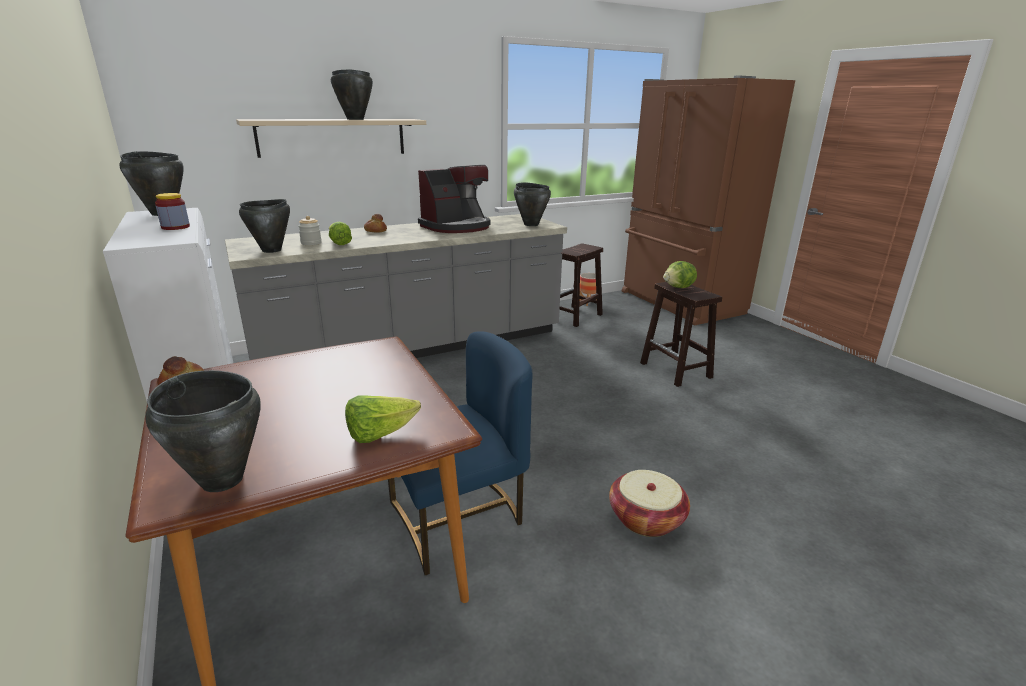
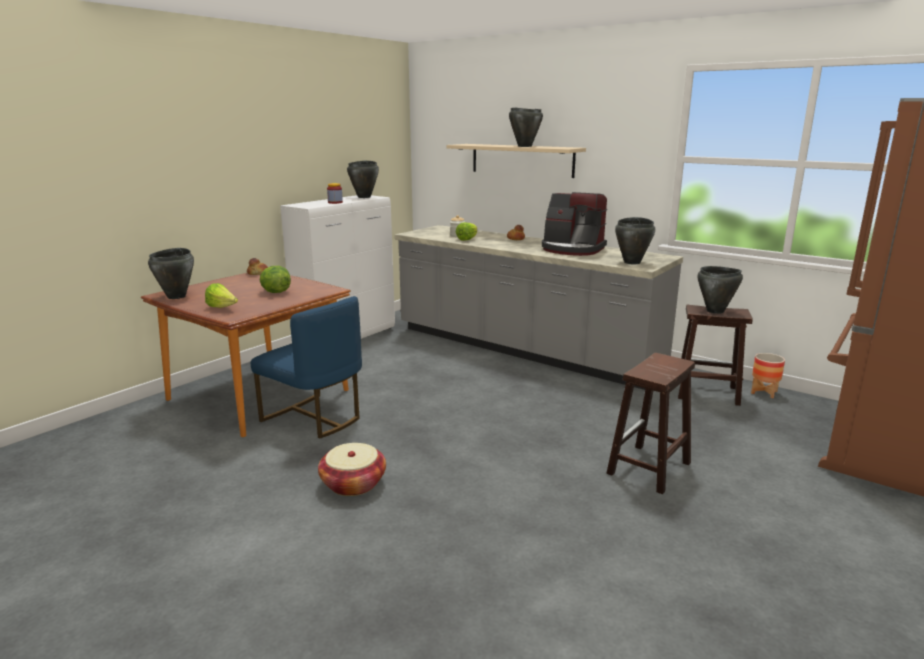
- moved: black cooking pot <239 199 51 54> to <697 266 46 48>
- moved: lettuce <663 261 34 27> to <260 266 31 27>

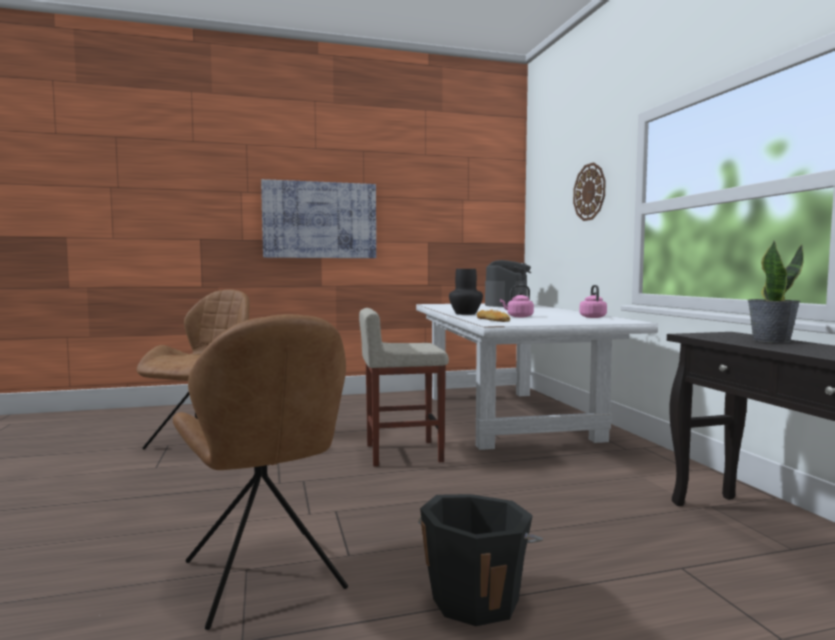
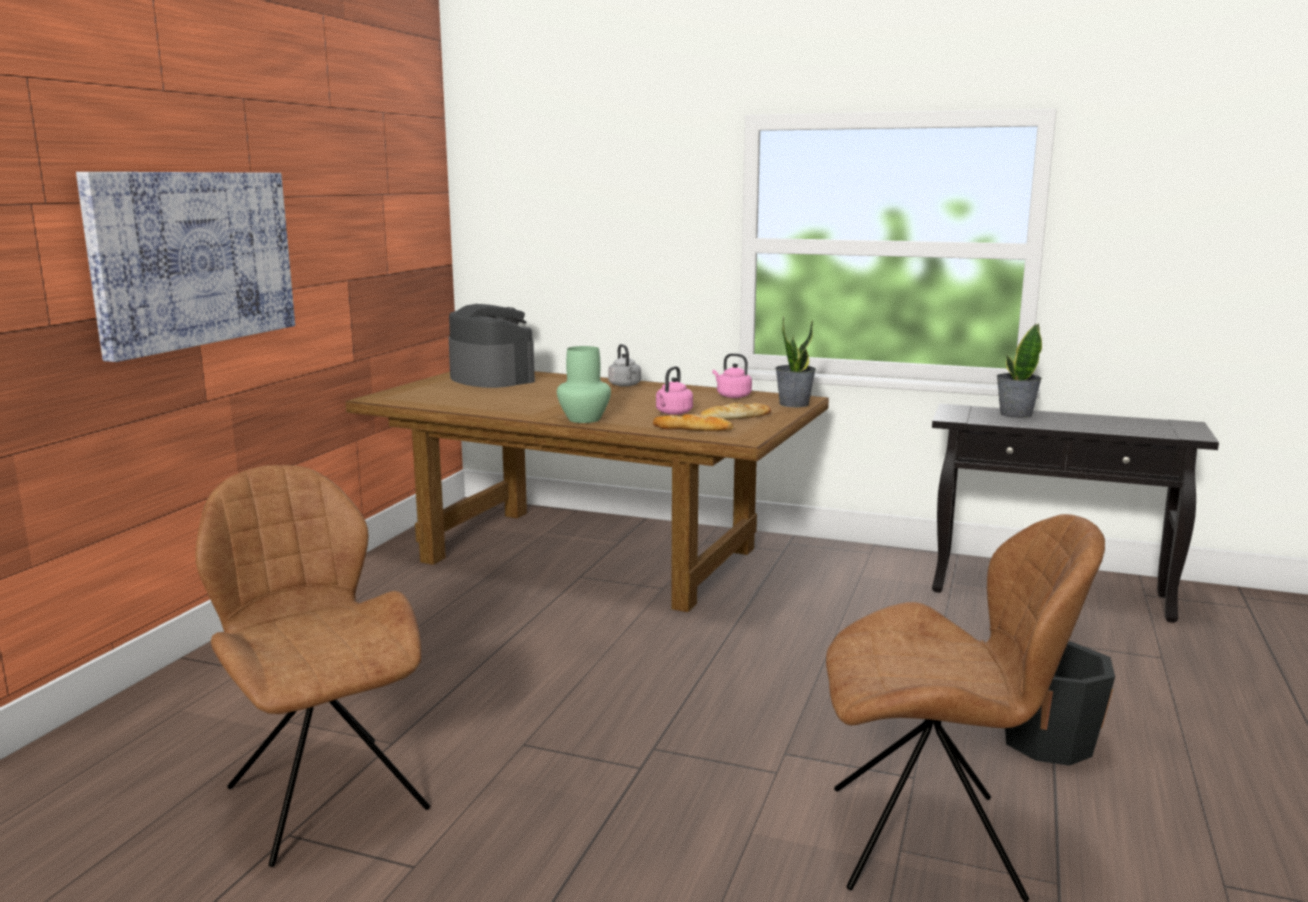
- removed: wall clock <573 162 33 59>
- recoloured: black vase <449 269 34 46> to green vase <557 346 54 77>
- recoloured: white dining table <416 303 242 147> to brown dining table <346 371 483 241>
- removed: beige stool <359 308 90 159>
- added: potted plant <775 316 41 91>
- added: grey kettle <608 344 33 43>
- added: bread <700 403 71 17>

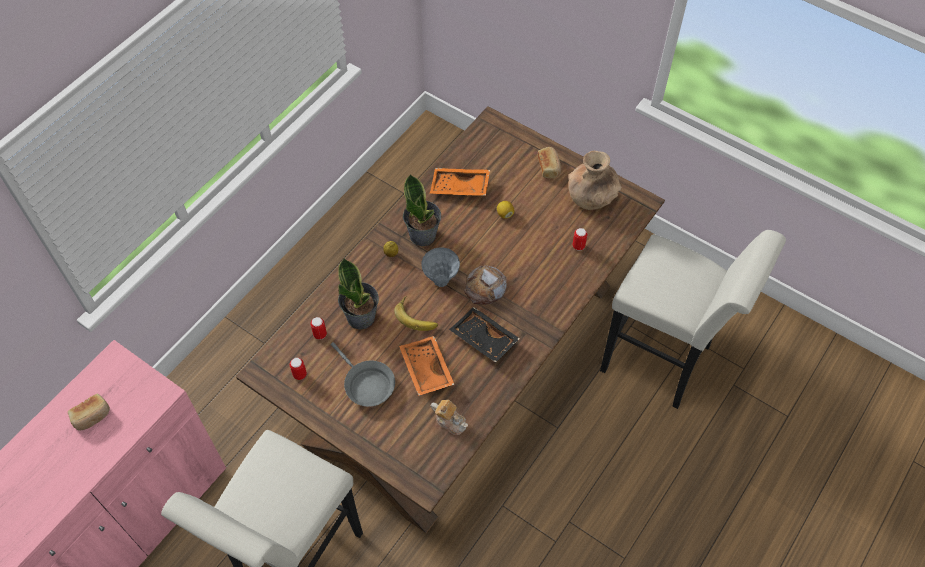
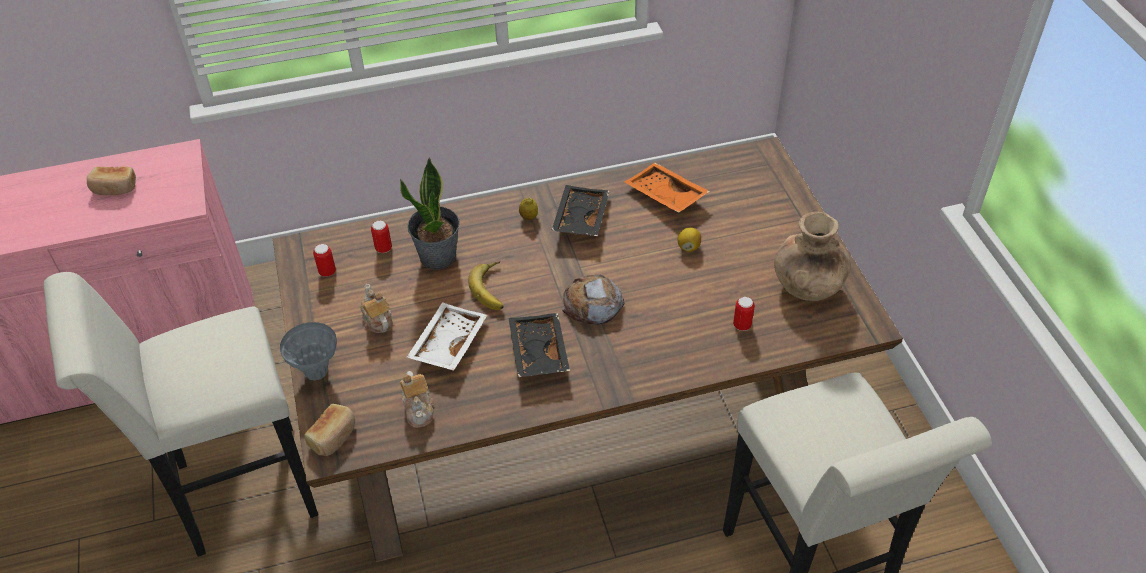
- moved: bread <538 147 23 32> to <304 404 51 52>
- replaced: potted plant <403 174 38 72> to black tray <551 185 58 51>
- moved: grey vase <421 247 39 40> to <280 322 57 59>
- recoloured: orange tray <399 336 56 60> to white tray <407 302 80 69>
- replaced: grey frying pan <331 342 64 65> to teapot <361 284 32 49>

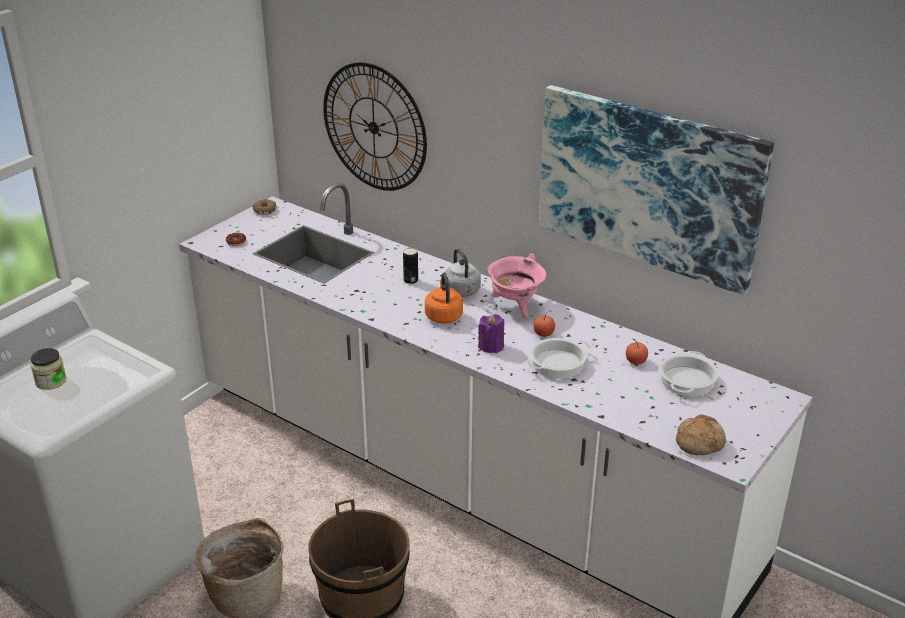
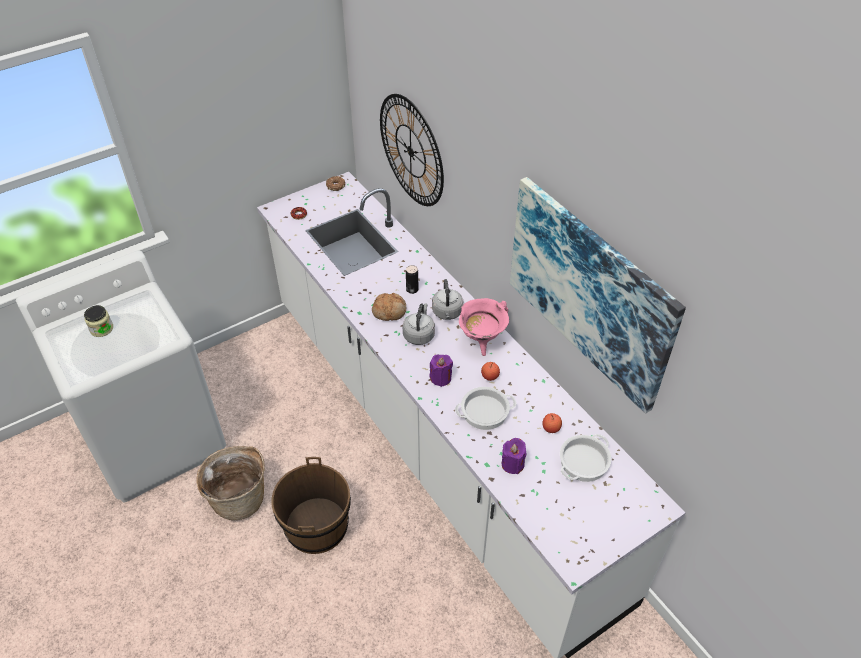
- recoloured: orange kettle <425 273 38 50> to grey kettle <403 303 32 42>
- moved: bread <676 414 50 41> to <372 293 34 28>
- added: purple candle <502 438 25 36>

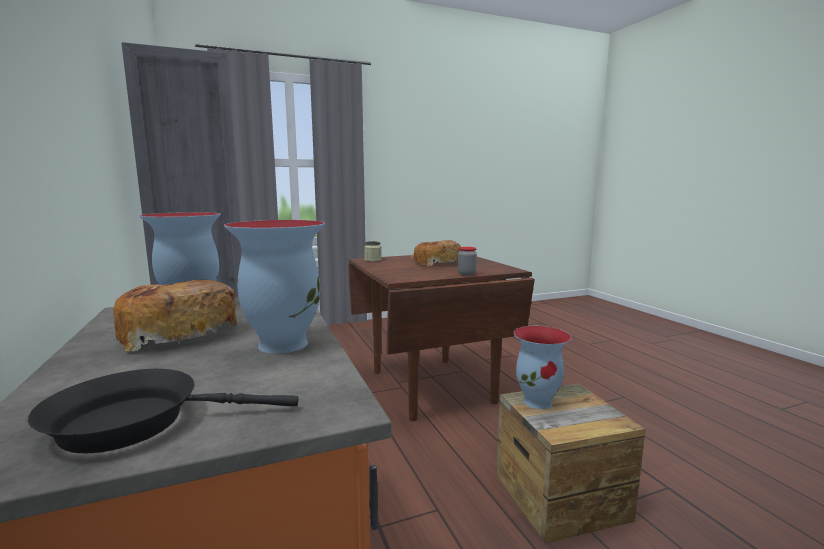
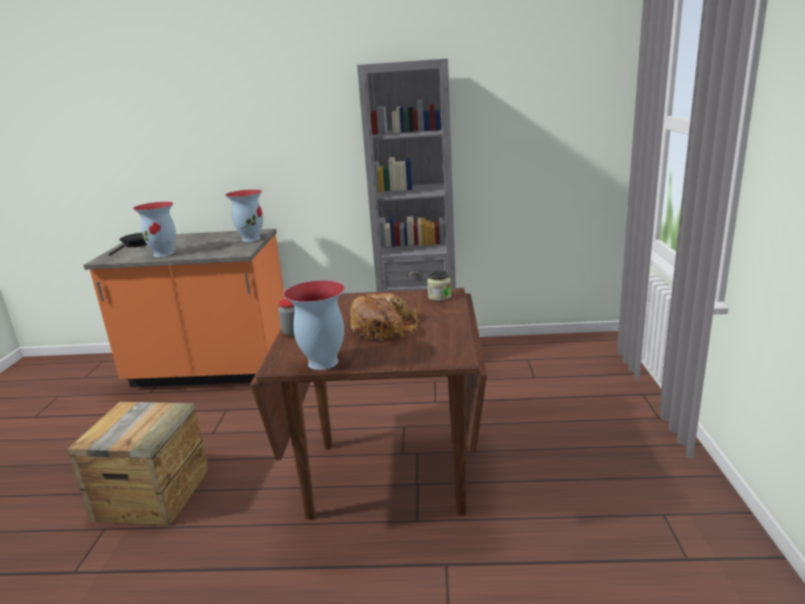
- removed: bread <113 280 124 72>
- moved: vase <513 326 58 83> to <283 280 62 90>

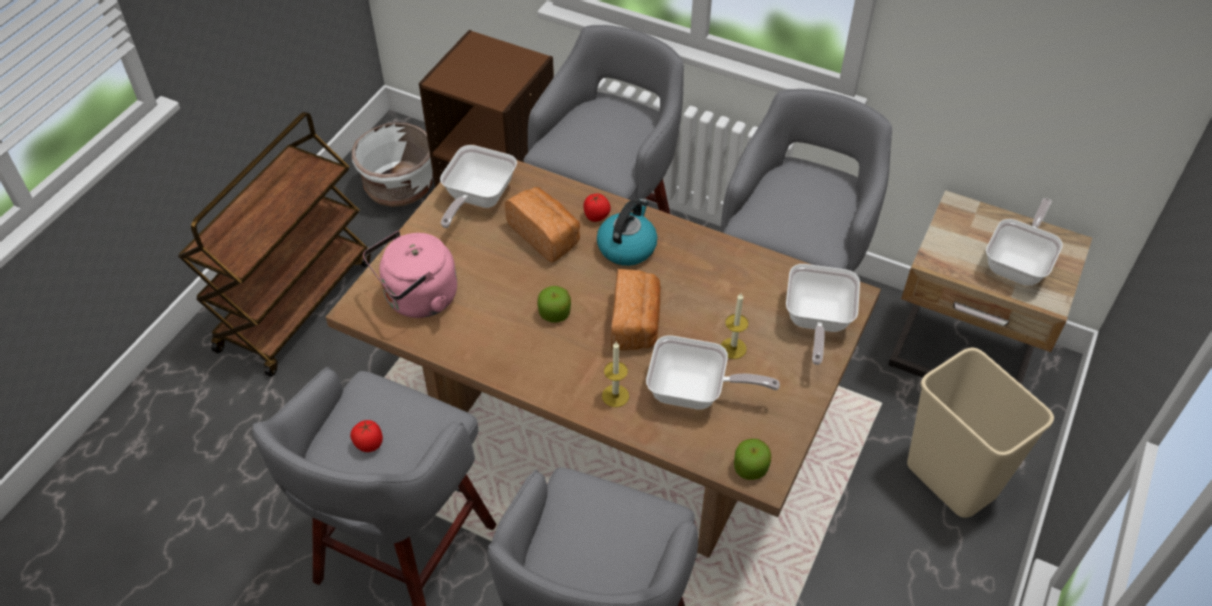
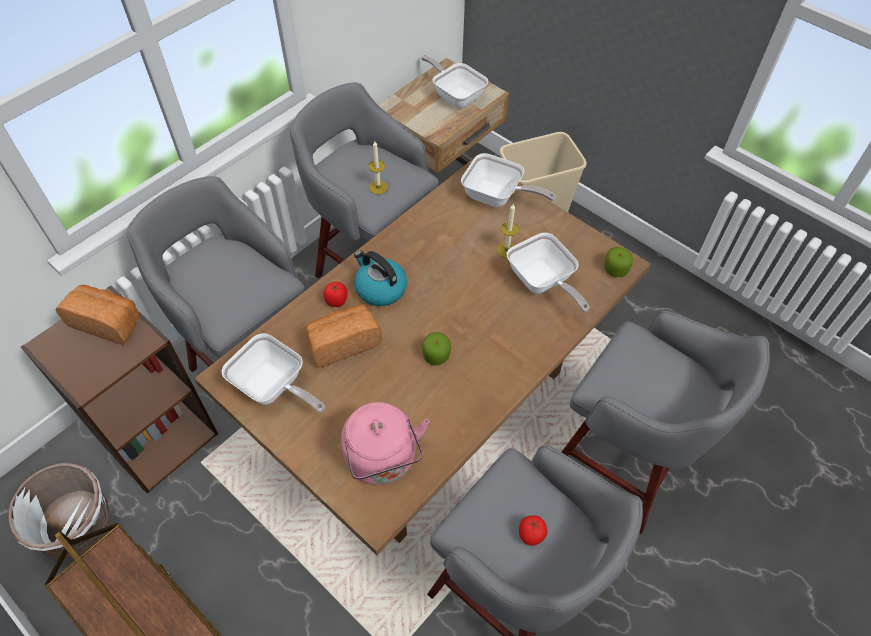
- moved: bread <611 269 50 81> to <55 285 84 60>
- turned: frying pan <646 335 134 75> = <507 233 83 79> 120 degrees clockwise
- moved: candle <602 342 27 65> to <368 141 20 53>

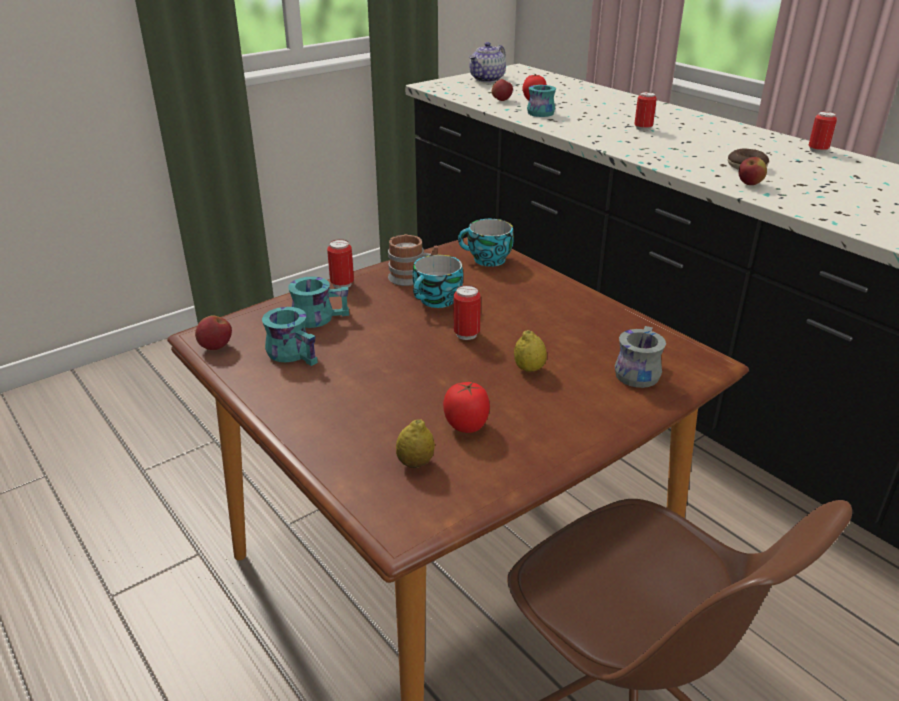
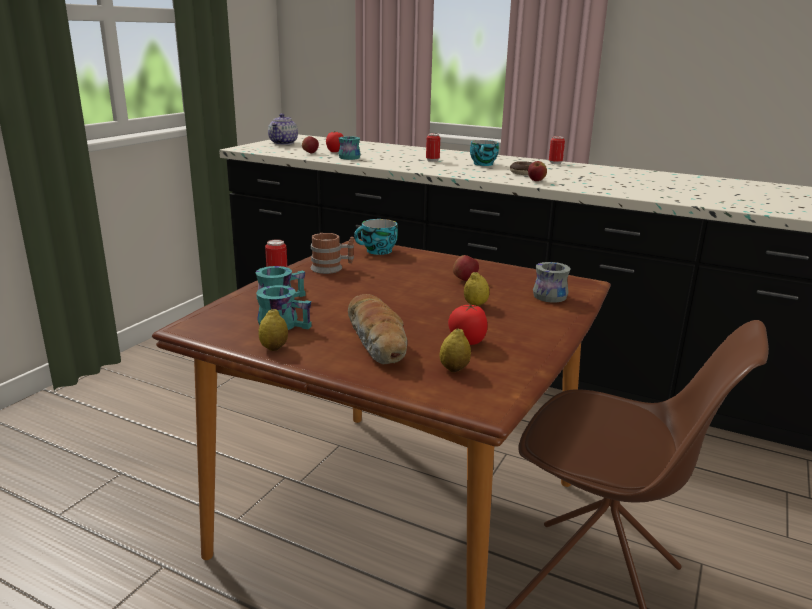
- moved: cup <412 255 51 53> to <470 140 29 26>
- removed: can <453 285 28 55>
- moved: apple <195 315 37 35> to <453 255 26 26>
- added: bread <348 294 59 70>
- added: lemon <258 309 30 42>

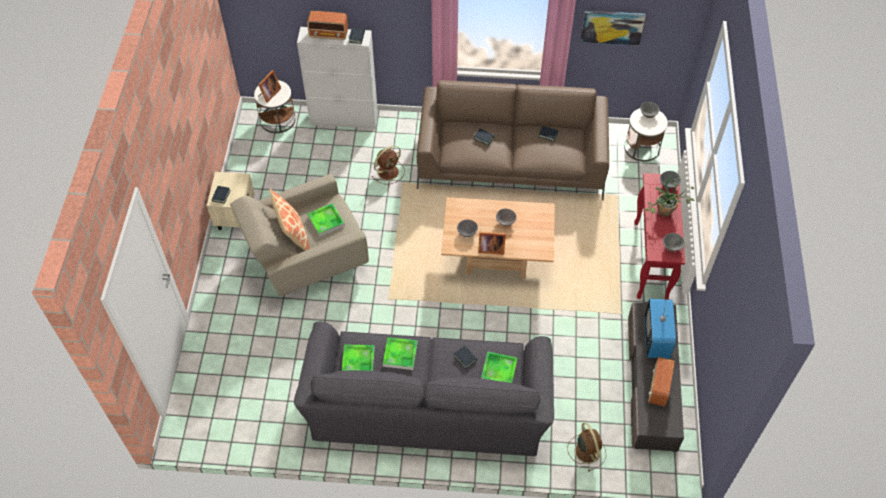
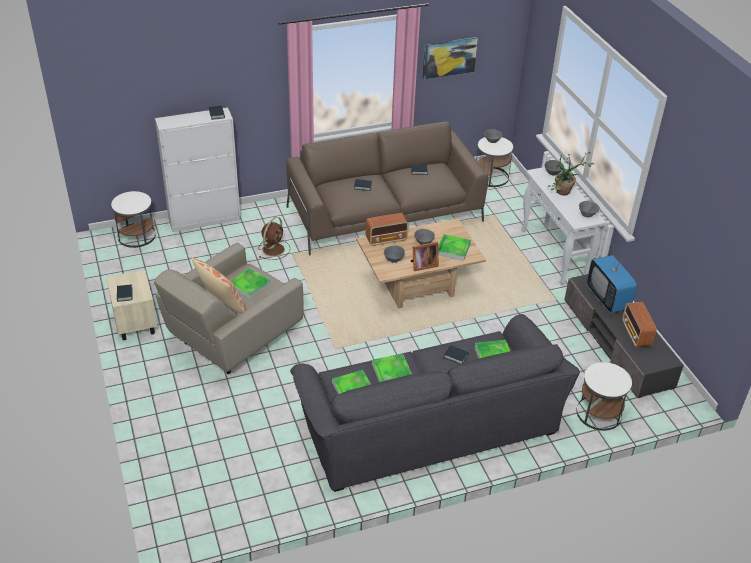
- moved: radio <307 11 41 29> to <366 213 42 33>
- removed: picture frame <258 70 23 33>
- recoloured: red console table <634 173 51 127> to white console table <521 167 85 117>
- replaced: brown fan <567 422 39 49> to white side table <576 362 56 69>
- added: tray <438 234 33 27>

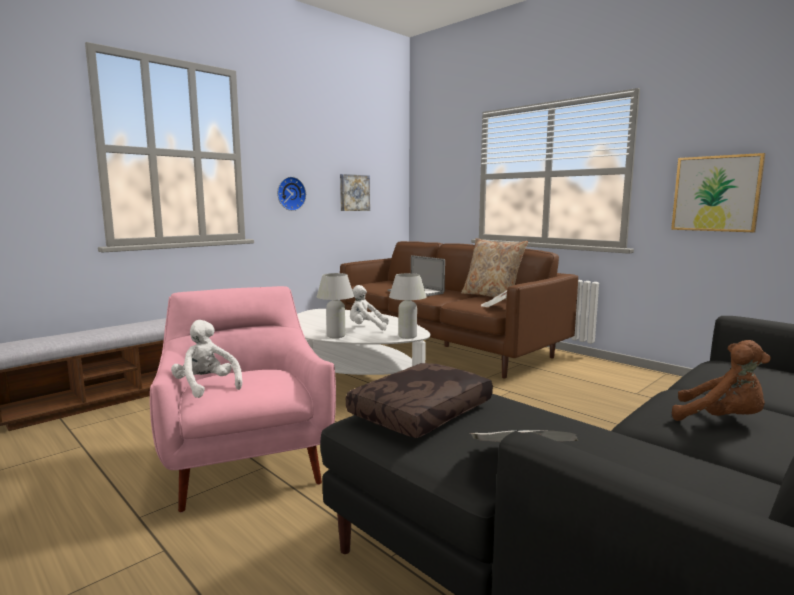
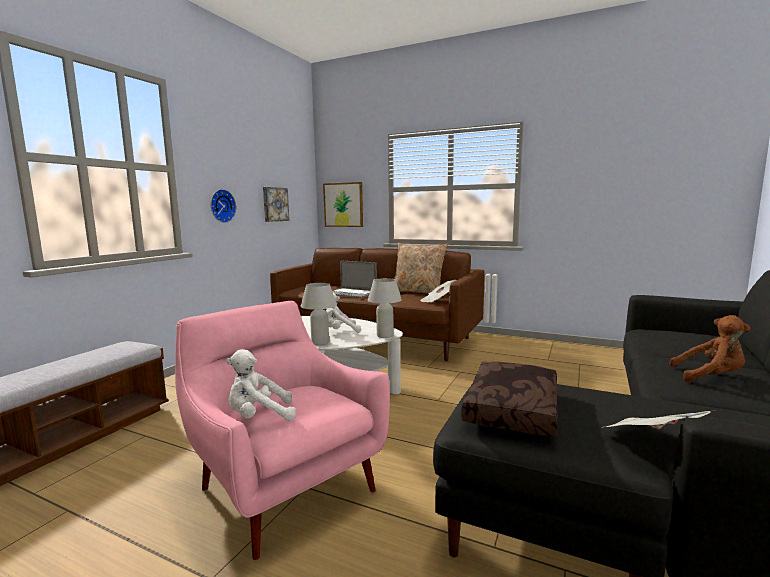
- moved: picture <671 153 95 79> to <323 182 40 45>
- turned: white plush toy <171 320 71 78> = <226 349 70 72> 45 degrees counterclockwise

